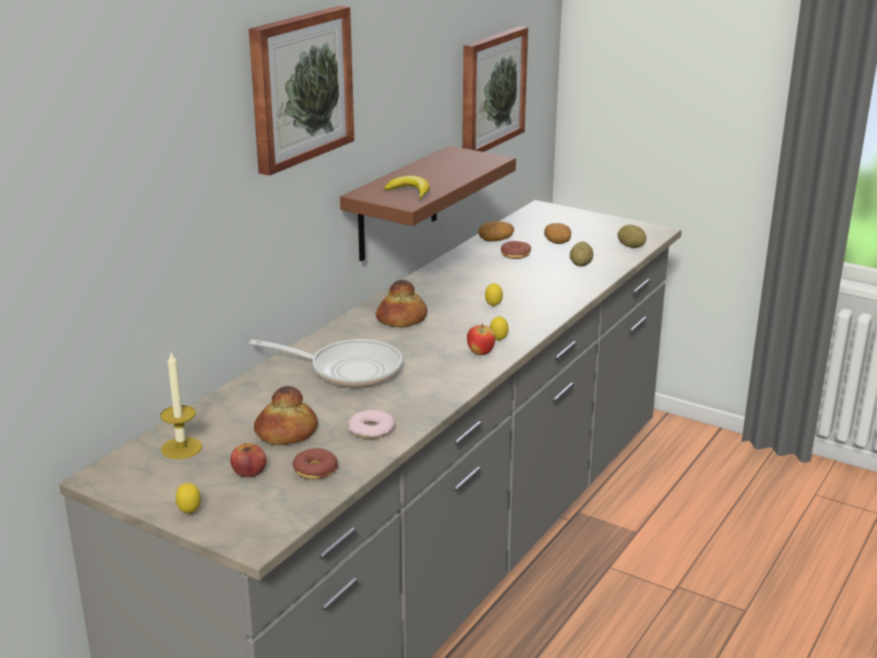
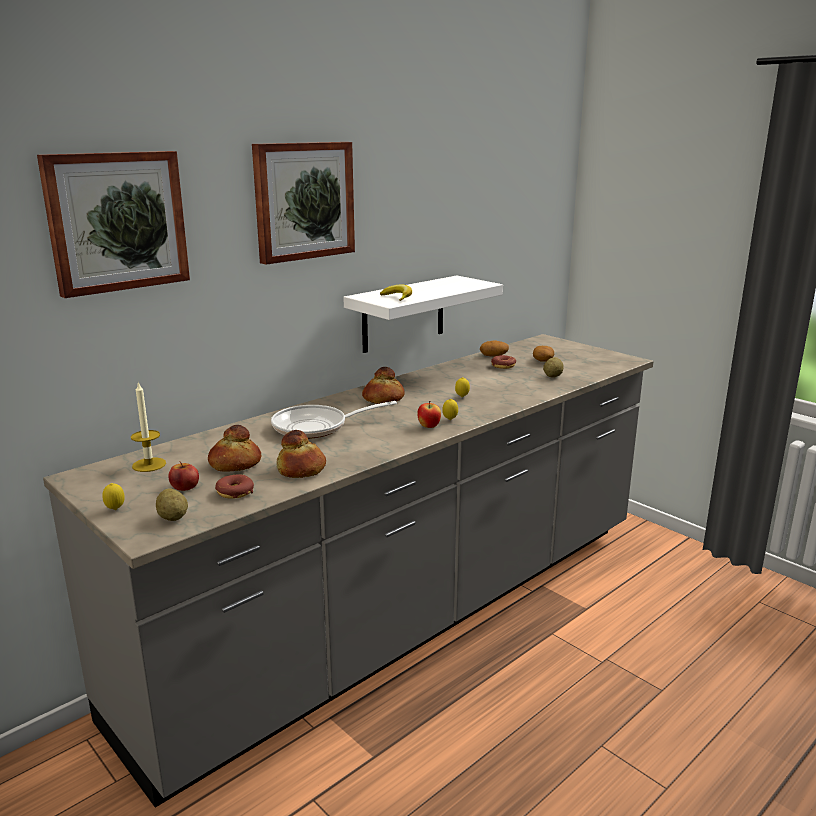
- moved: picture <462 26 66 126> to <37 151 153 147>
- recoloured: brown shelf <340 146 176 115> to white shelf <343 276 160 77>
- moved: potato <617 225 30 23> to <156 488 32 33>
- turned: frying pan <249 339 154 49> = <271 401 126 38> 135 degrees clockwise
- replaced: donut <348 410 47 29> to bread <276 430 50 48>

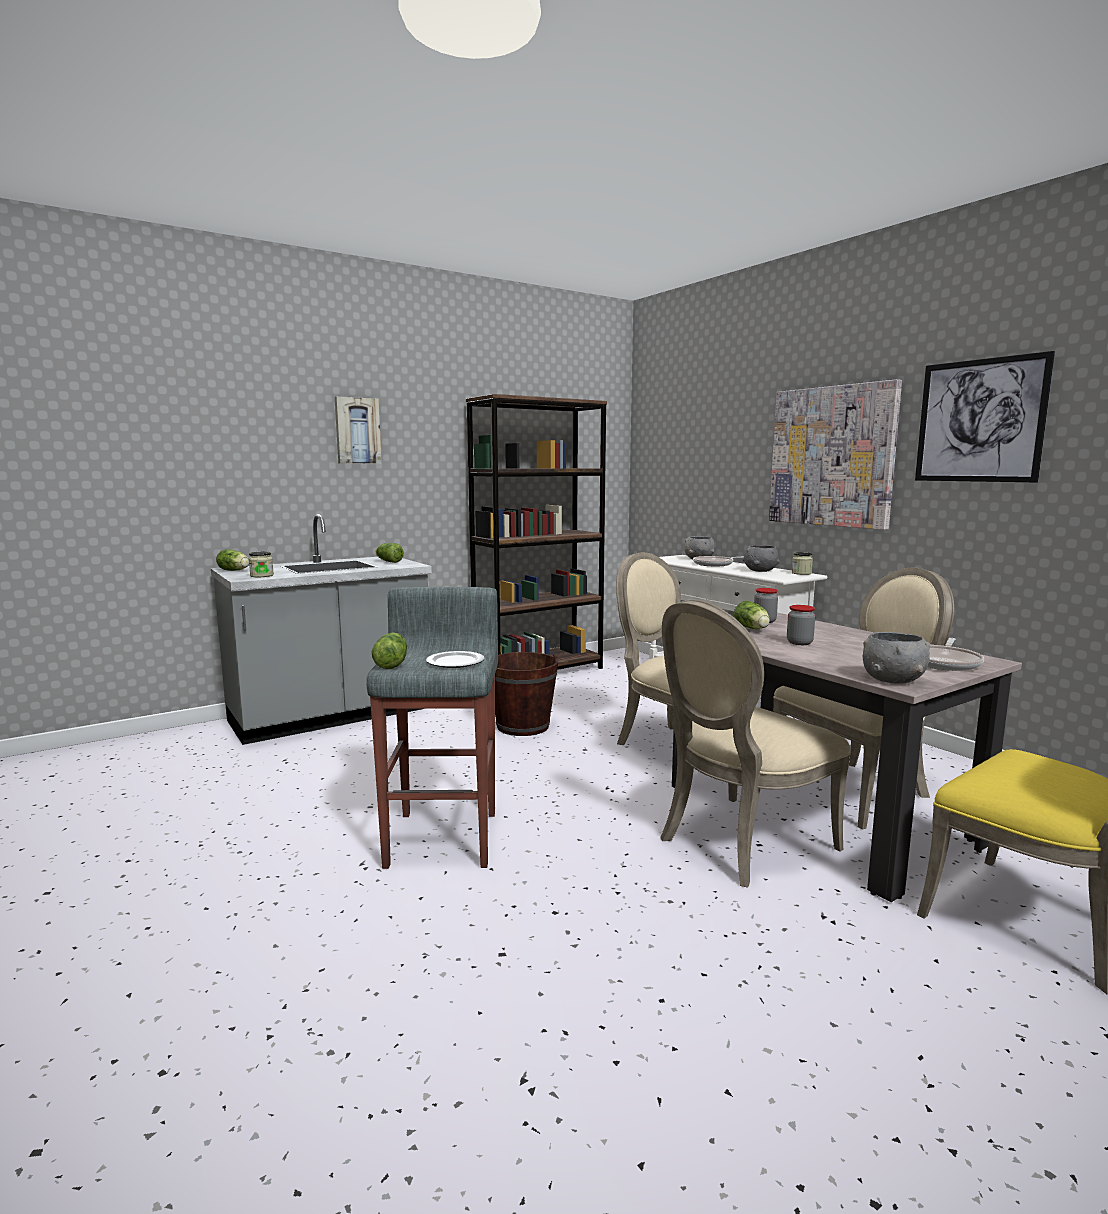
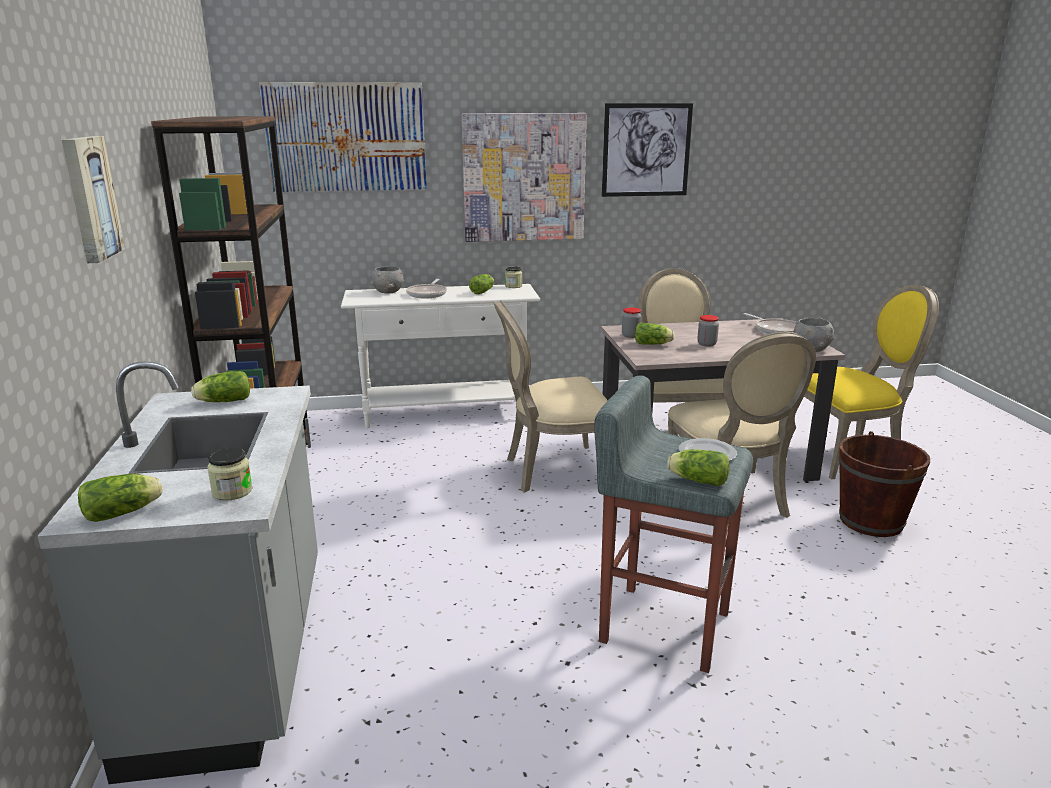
- replaced: grey bowl <743 545 36 27> to lettuce <469 274 25 20>
- moved: brown bucket <495 652 63 84> to <839 431 91 106>
- added: picture <259 82 168 110>

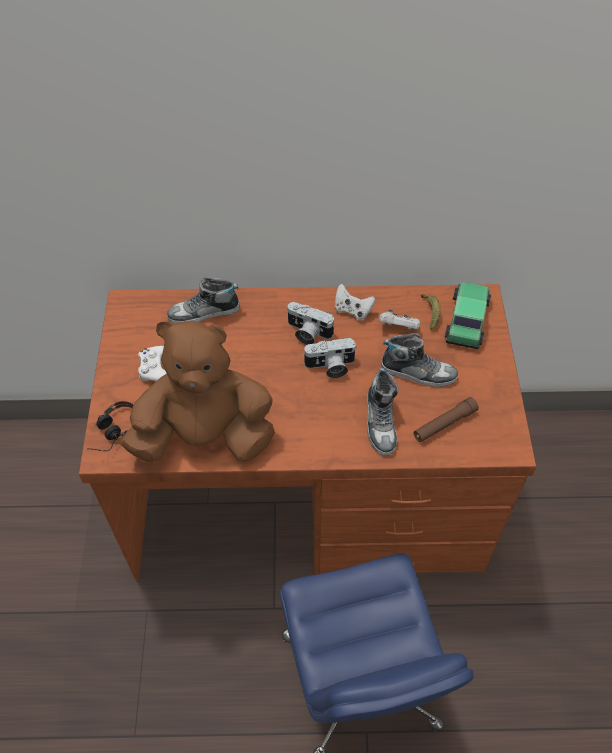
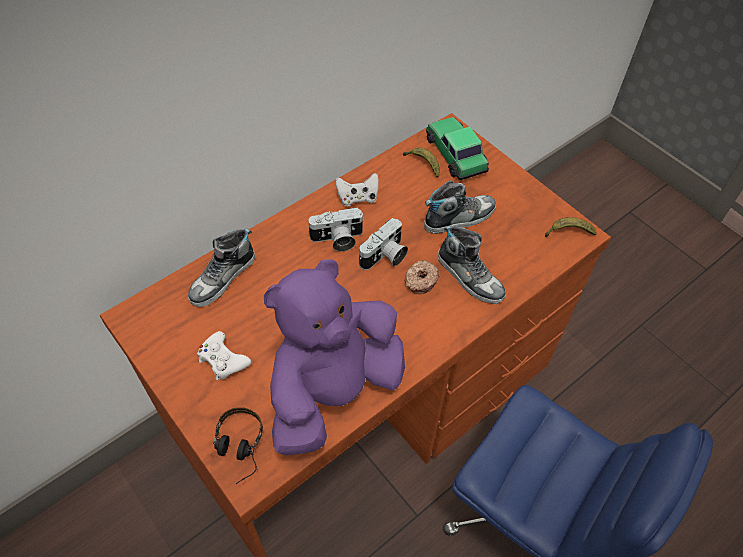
- removed: white game controller <379 310 41 20>
- recoloured: brown plush toy <121 320 154 142> to purple plush toy <264 259 141 196>
- removed: brown flashlight <414 397 65 45>
- added: banana <545 217 52 20>
- added: donut <404 260 35 34>

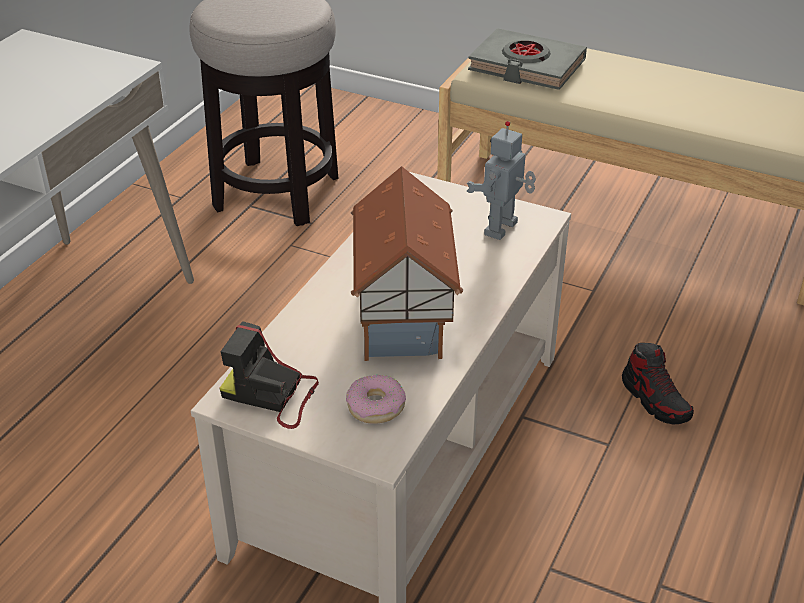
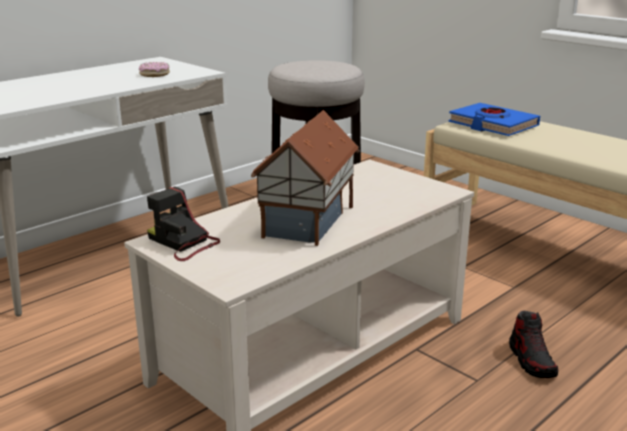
- recoloured: grey book <468 28 119 62> to blue book <449 103 91 33>
- removed: toy robot <467 121 69 119>
- moved: donut <346 375 60 49> to <139 62 31 15>

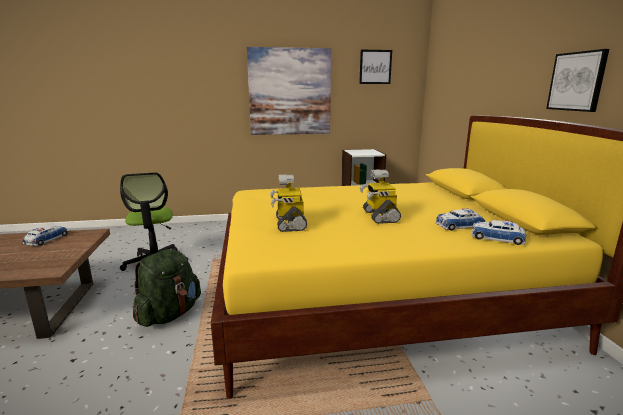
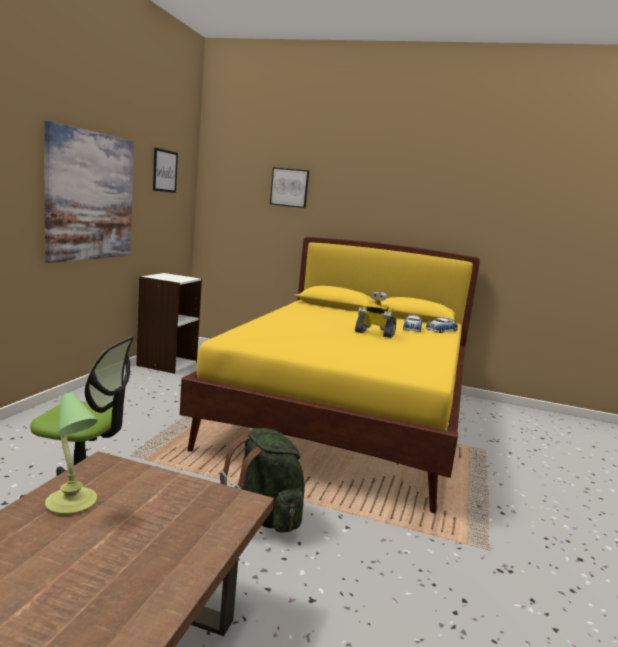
- moved: picture <546 49 63 63> to <270 167 39 41>
- removed: toy robot <270 175 37 57>
- replaced: toy car <22 226 46 20> to table lamp <45 393 53 122>

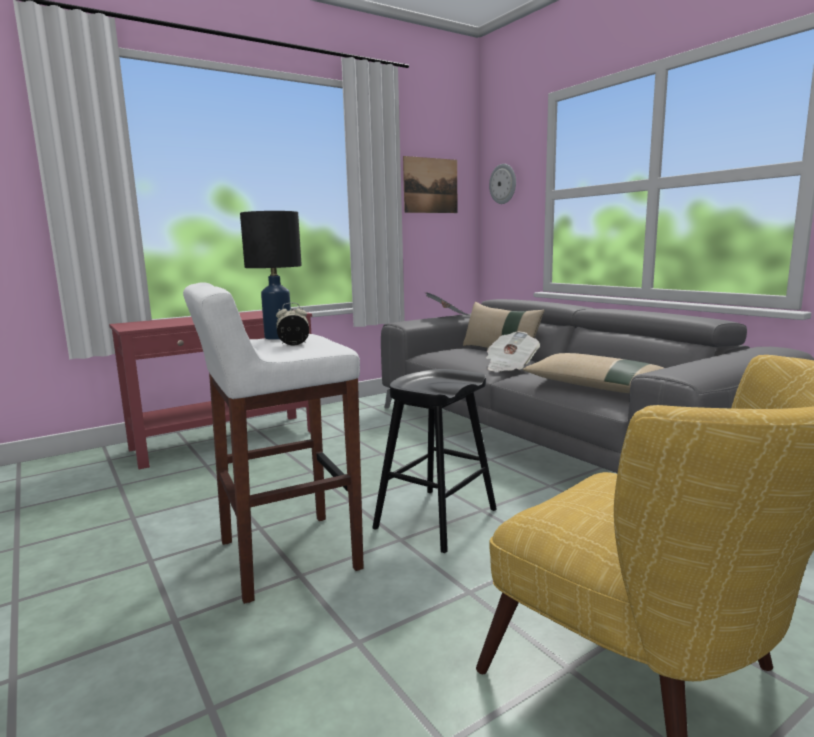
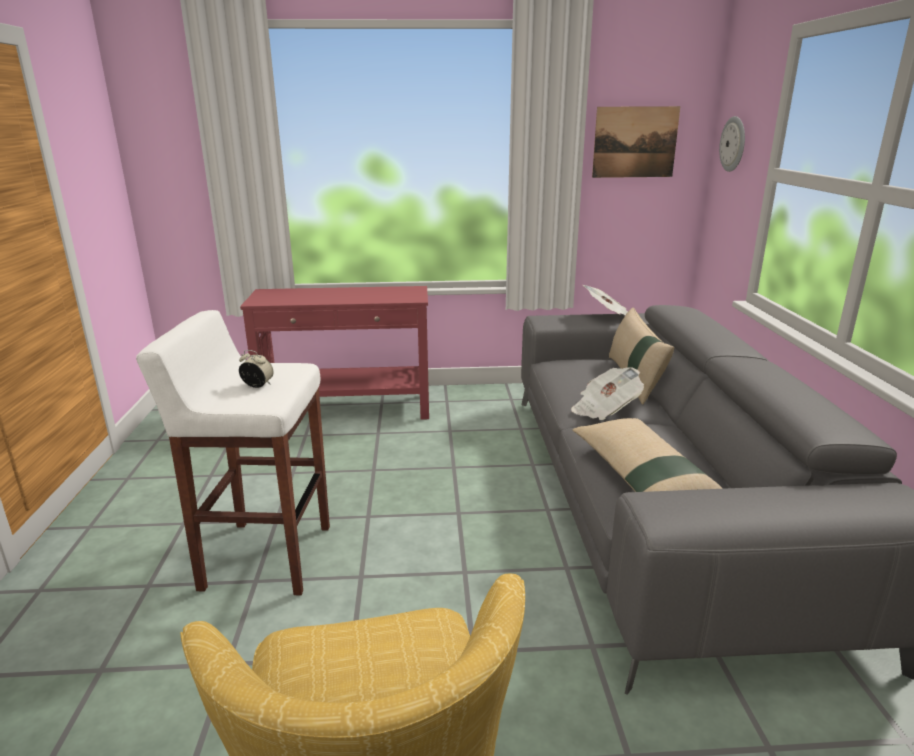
- removed: black table lamp <240 211 62 129>
- removed: black stool <372 369 125 184>

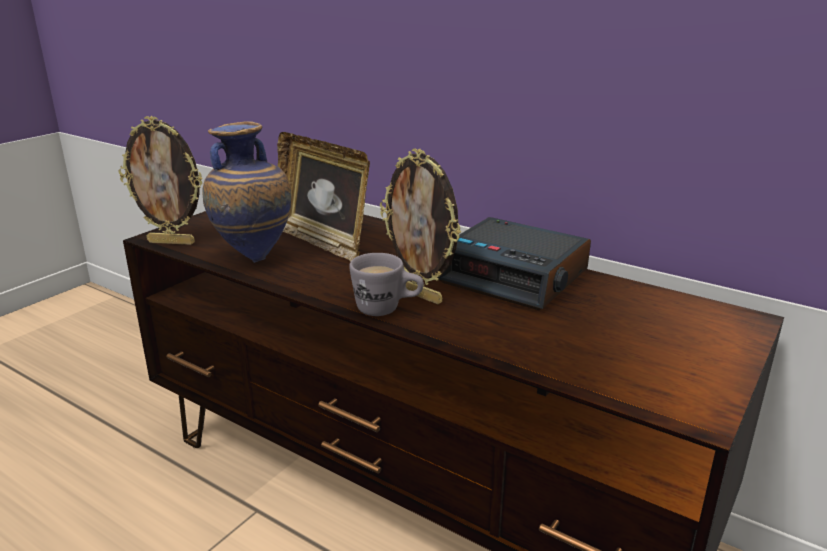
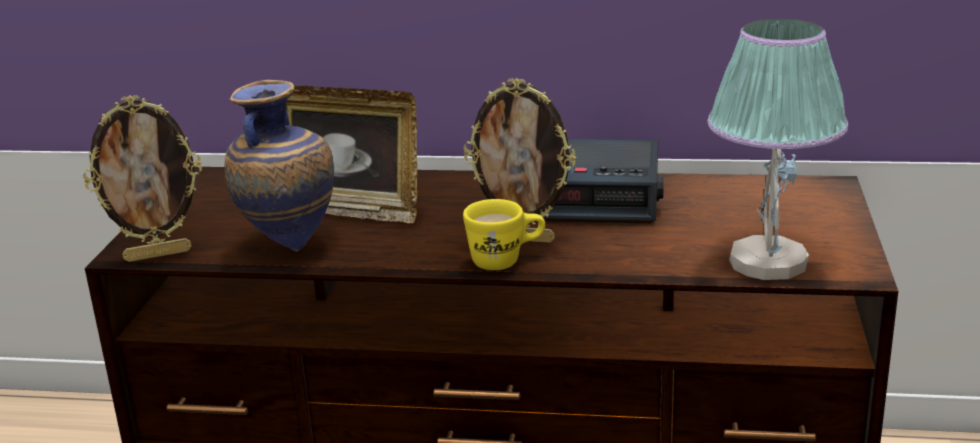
- recoloured: grey mug <349 253 75 63> to yellow mug <463 199 82 71>
- added: table lamp <707 18 141 262>

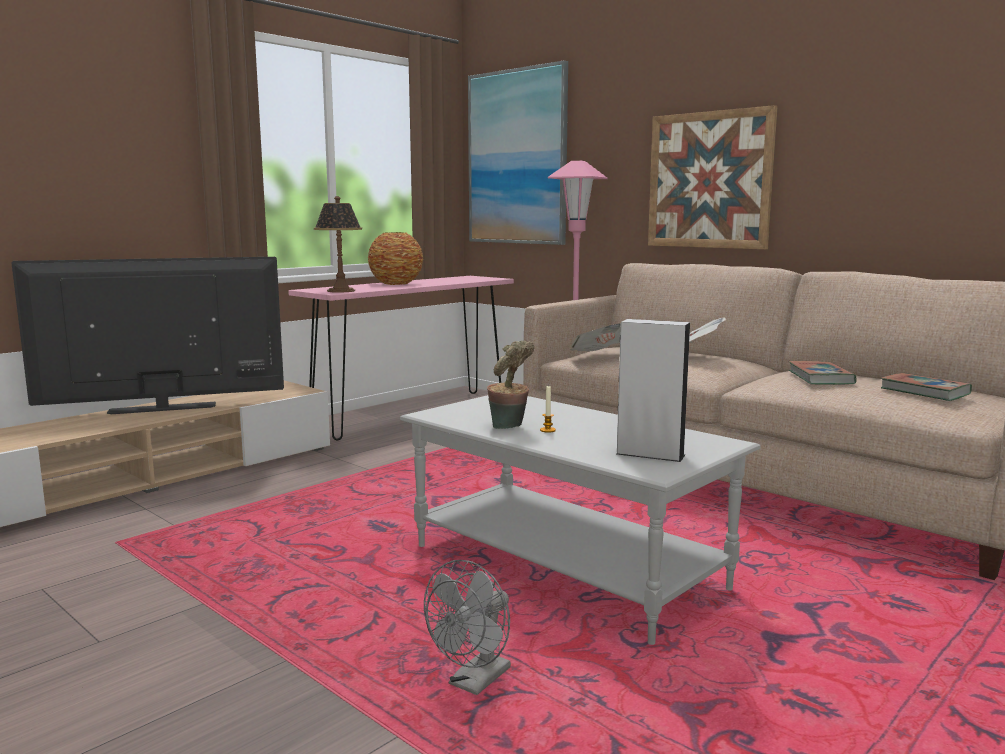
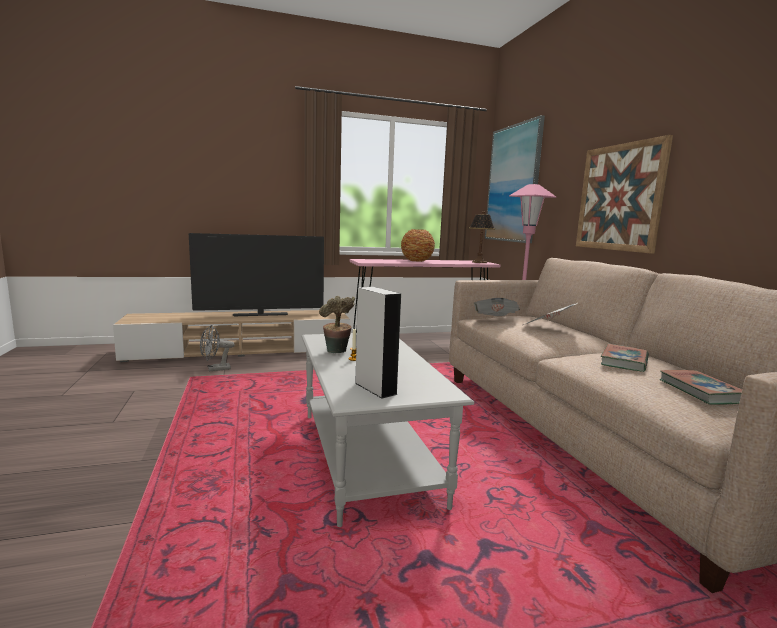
- moved: table lamp <314 196 48 97> to <469 211 26 52>
- turned: television <12 257 272 157> = <189 233 135 83> 150 degrees clockwise
- moved: grey fan <424 560 87 135> to <200 325 35 47>

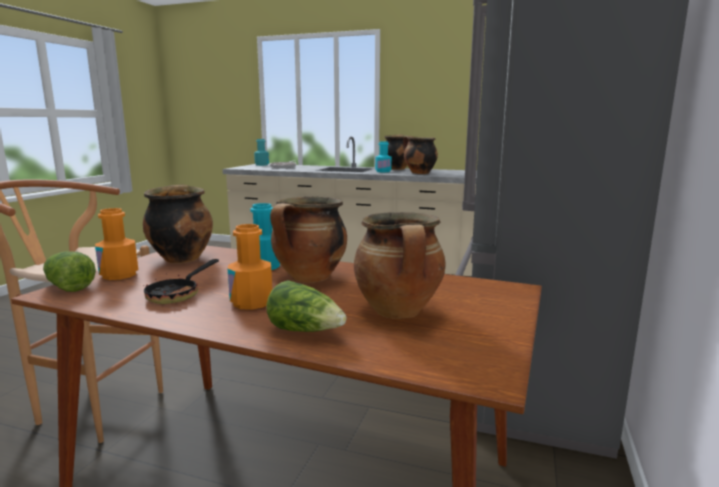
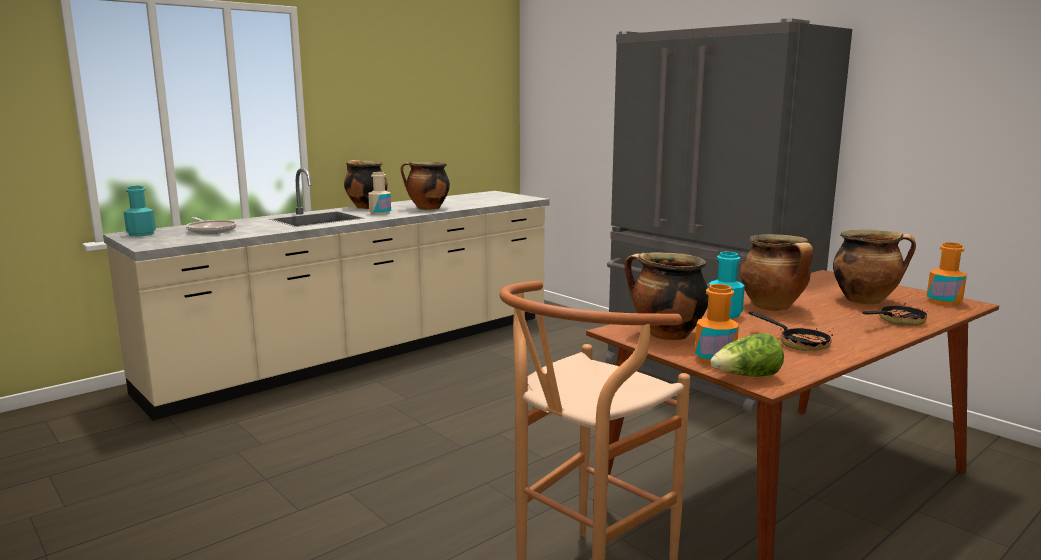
- recoloured: turquoise bottle <375 142 17 30> to beige bottle <368 172 23 43>
- moved: orange bottle <228 224 44 86> to <927 242 40 63>
- replaced: lettuce <266 280 80 52> to frying pan <862 297 66 29>

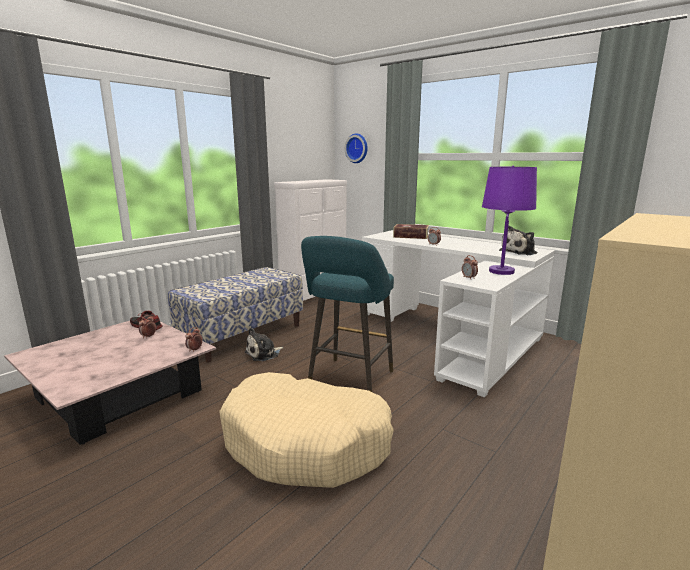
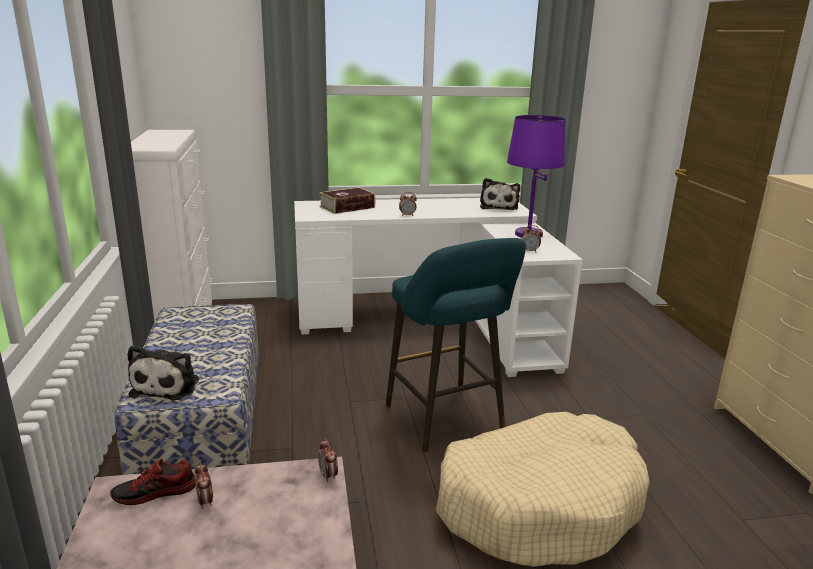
- removed: wall clock <345 133 23 30>
- moved: plush toy <245 327 39 34> to <127 345 72 56>

